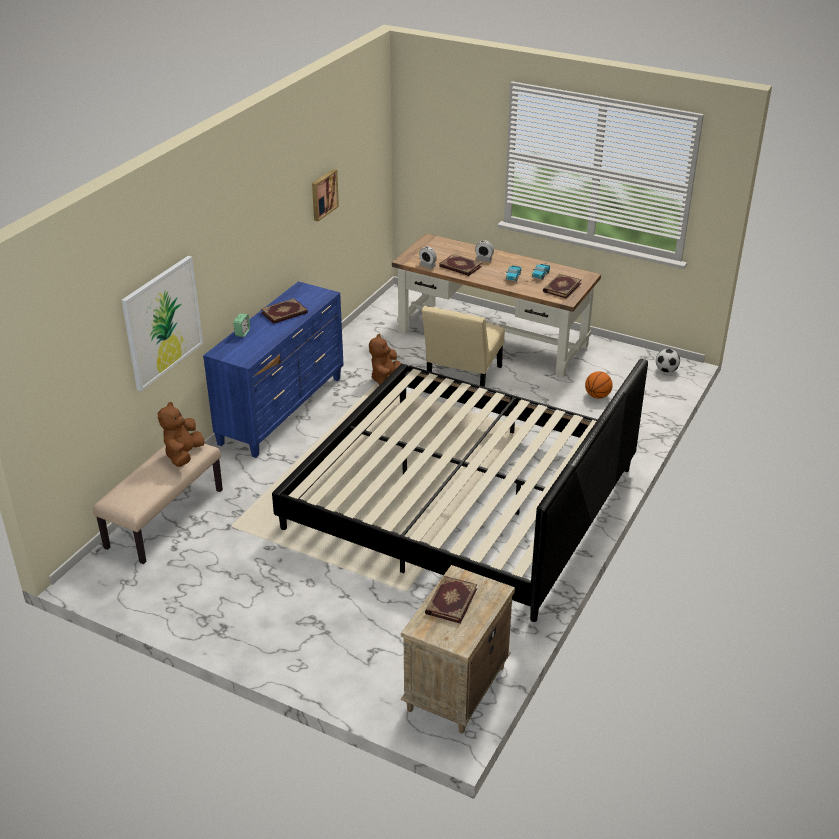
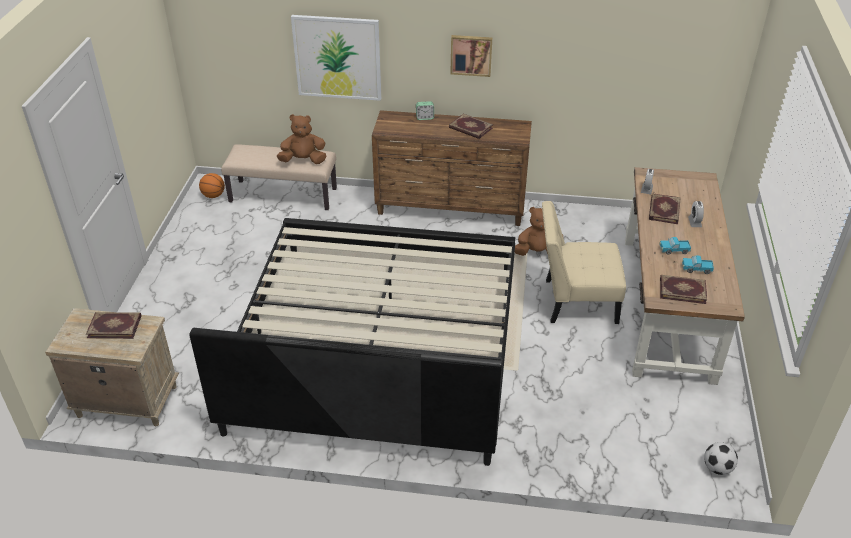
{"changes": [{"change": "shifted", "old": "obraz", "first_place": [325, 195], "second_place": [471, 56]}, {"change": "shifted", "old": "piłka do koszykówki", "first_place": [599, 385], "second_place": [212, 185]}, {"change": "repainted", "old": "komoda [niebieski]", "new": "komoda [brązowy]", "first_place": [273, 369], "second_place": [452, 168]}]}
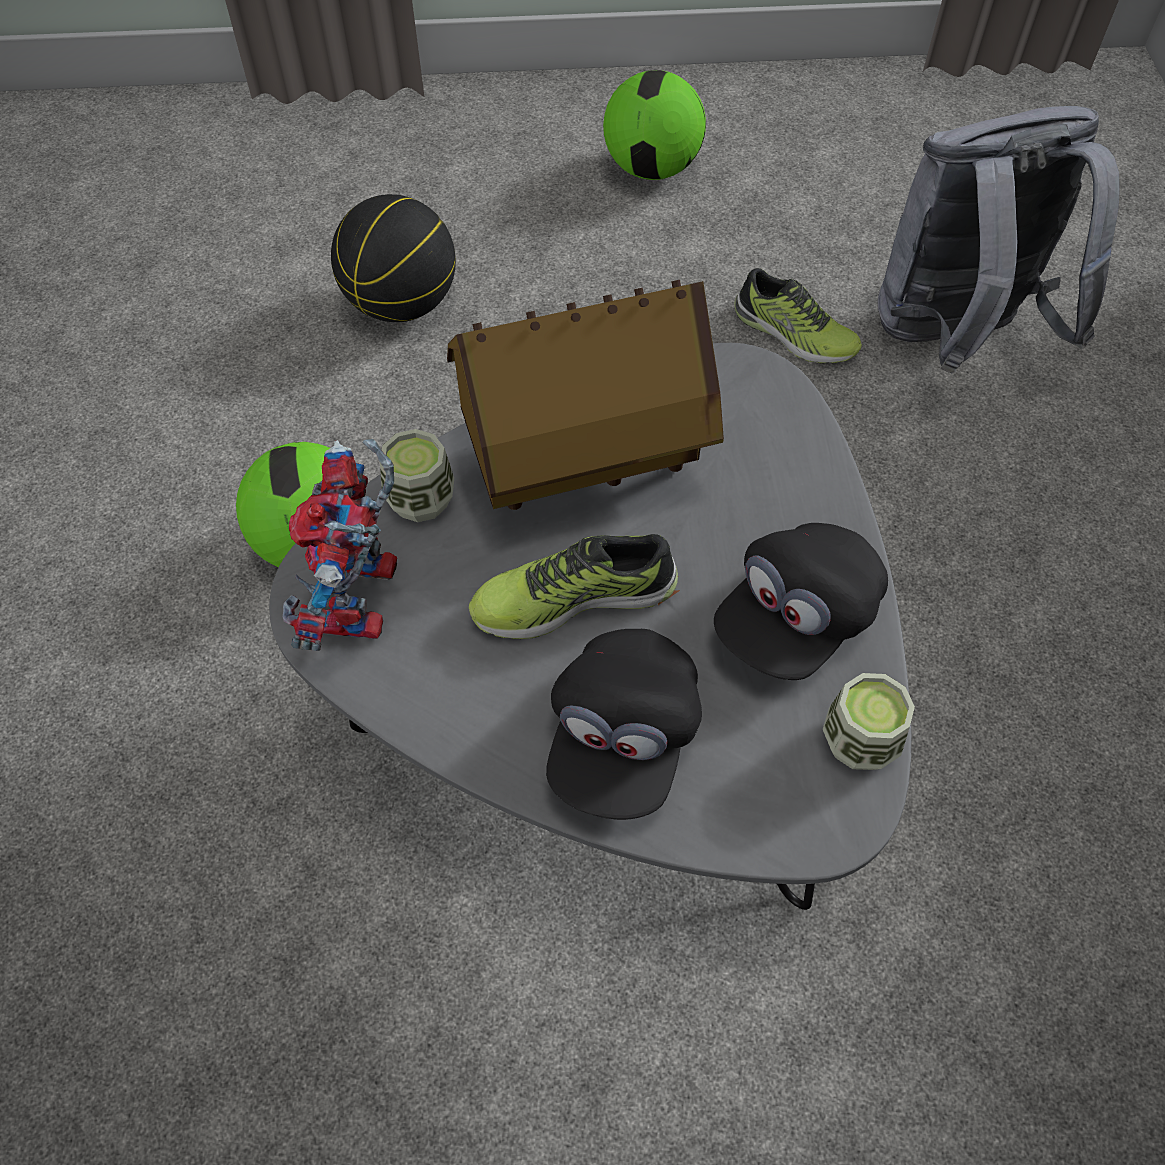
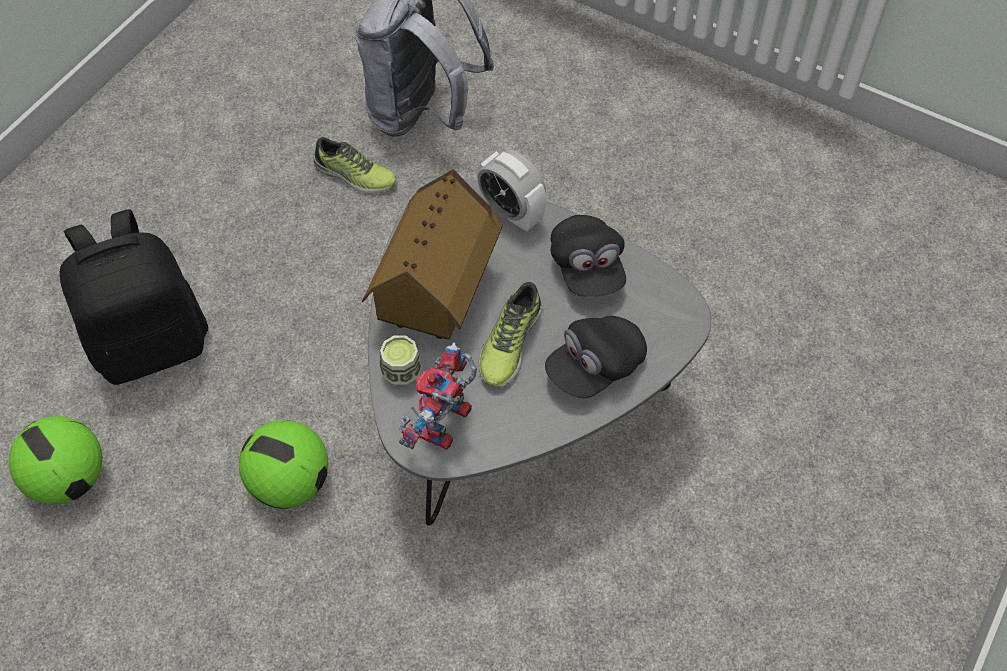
{"changes": [{"change": "gone", "old": "filiżanka", "first_place": [869, 721]}, {"change": "new", "new": "budzik", "second_place": [511, 191]}, {"change": "shifted", "old": "piłka futbolowa", "first_place": [654, 125], "second_place": [55, 460]}, {"change": "swapped", "old": "piłka do koszykówki", "new": "plecak [czarny]", "first_place": [393, 258], "second_place": [134, 297]}, {"change": "rotated", "old": "robot zabawkowy", "first_place": [340, 545], "second_place": [438, 395], "degrees": 75}, {"change": "rotated", "old": "czapka z daszkiem [czarny]", "first_place": [624, 724], "second_place": [596, 357], "degrees": 90}, {"change": "rotated", "old": "but", "first_place": [798, 315], "second_place": [354, 165], "degrees": 45}]}
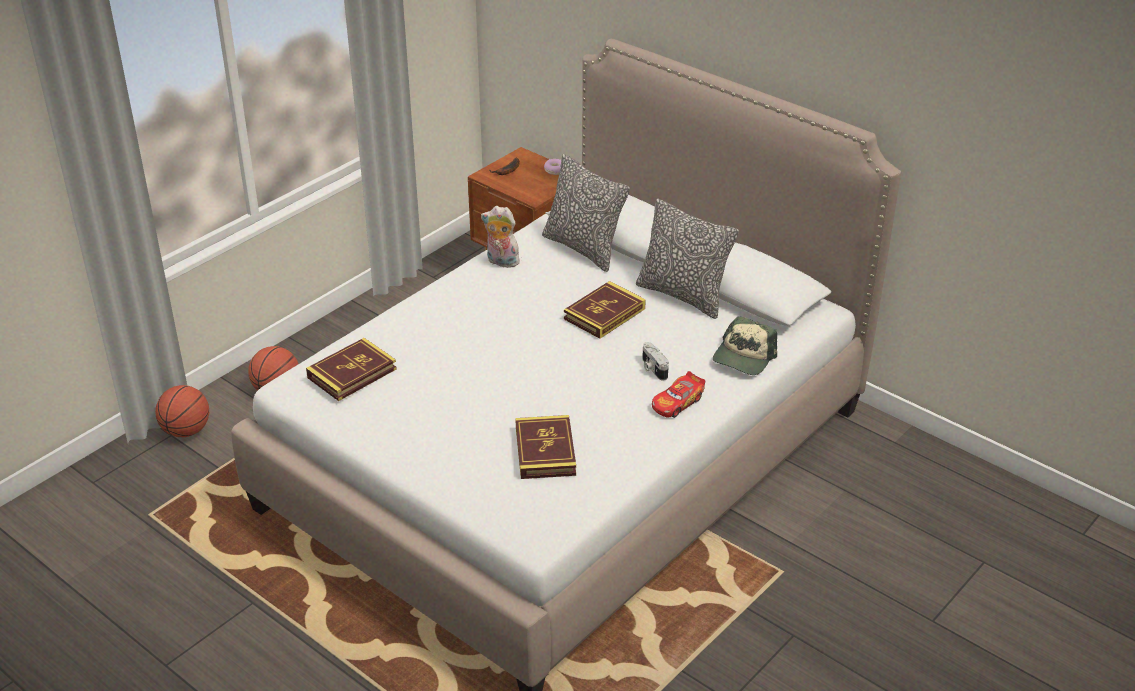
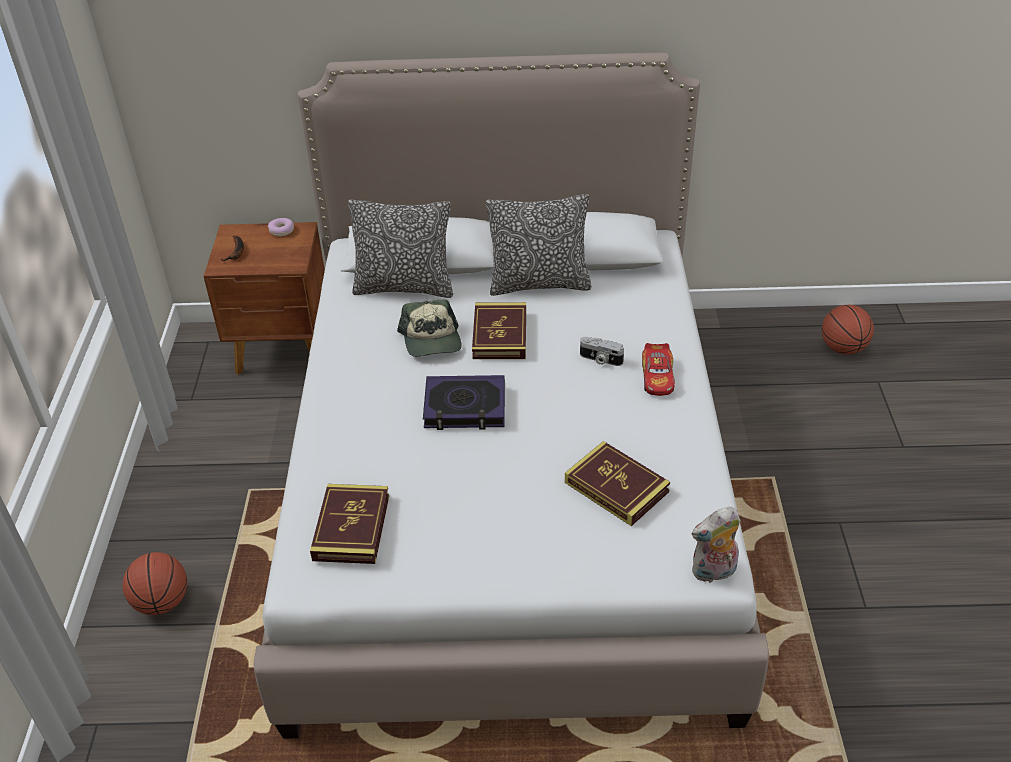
{"changes": [{"change": "new", "new": "książka", "second_place": [464, 402]}, {"change": "shifted", "old": "piłka do koszykówki", "first_place": [182, 411], "second_place": [848, 330]}, {"change": "shifted", "old": "pluszak", "first_place": [500, 237], "second_place": [716, 545]}, {"change": "shifted", "old": "czapka z daszkiem", "first_place": [745, 345], "second_place": [429, 328]}]}
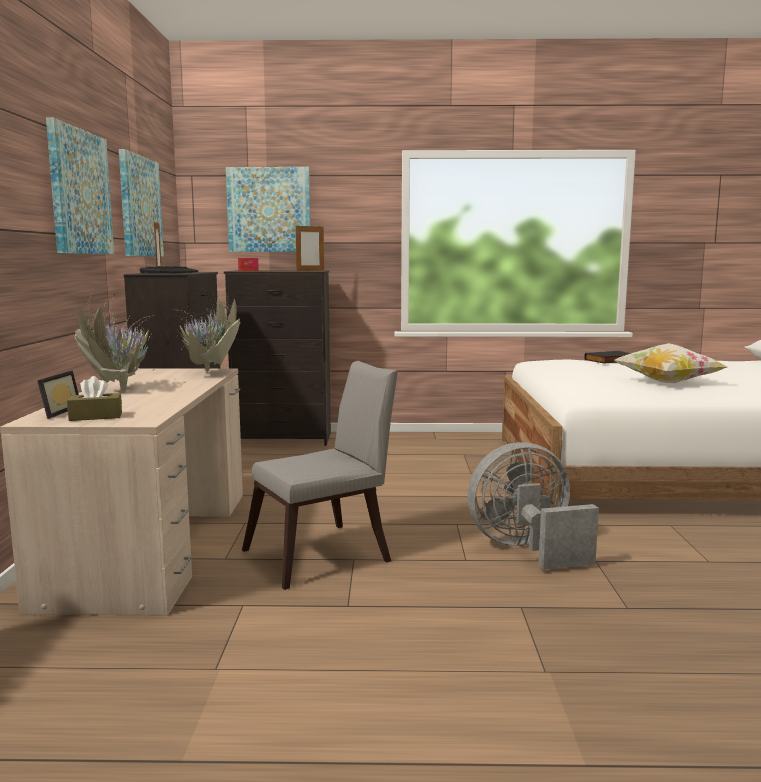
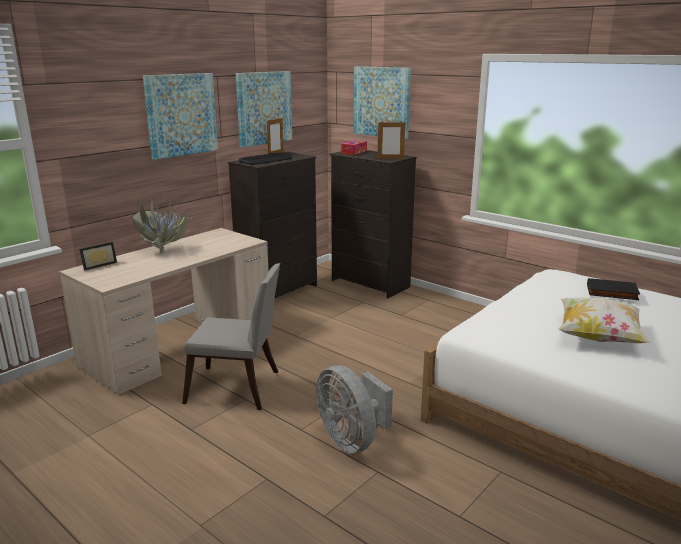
{"changes": [{"change": "gone", "old": "pudełko chusteczek [brązowy]", "first_place": [94, 398]}, {"change": "gone", "old": "roślina doniczkowa", "first_place": [196, 329]}, {"change": "rotated", "old": "wentylator [szary]", "first_place": [533, 506], "second_place": [354, 409], "degrees": -150}]}
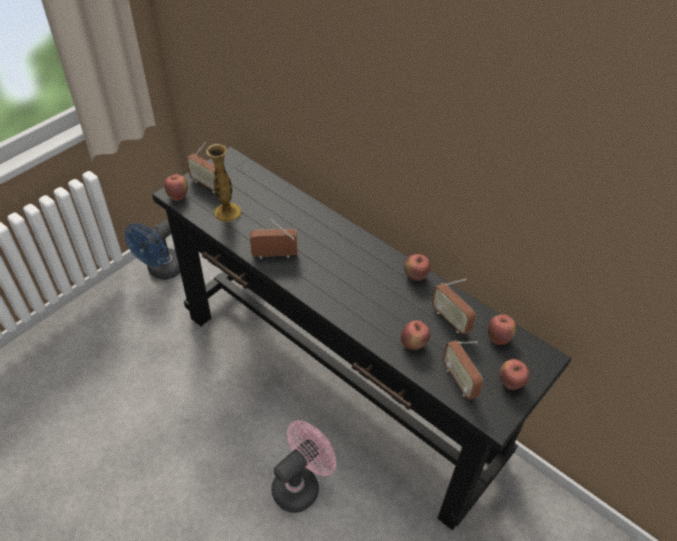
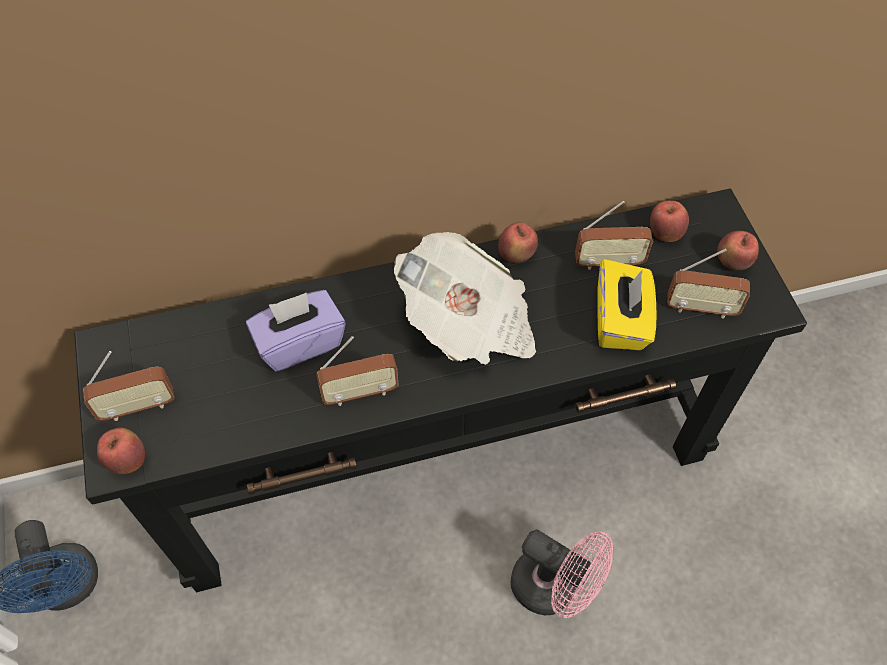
{"changes": [{"change": "gone", "old": "wazon", "first_place": [224, 183]}, {"change": "new", "new": "pudełko chusteczek [fioletowy]", "second_place": [296, 330]}, {"change": "new", "new": "gazeta", "second_place": [465, 298]}, {"change": "swapped", "old": "jabłko", "new": "pudełko chusteczek [żółty]", "first_place": [415, 335], "second_place": [626, 304]}, {"change": "rotated", "old": "radio", "first_place": [273, 239], "second_place": [357, 371], "degrees": -135}, {"change": "rotated", "old": "wentylator [różowy]", "first_place": [303, 466], "second_place": [562, 573], "degrees": 135}]}
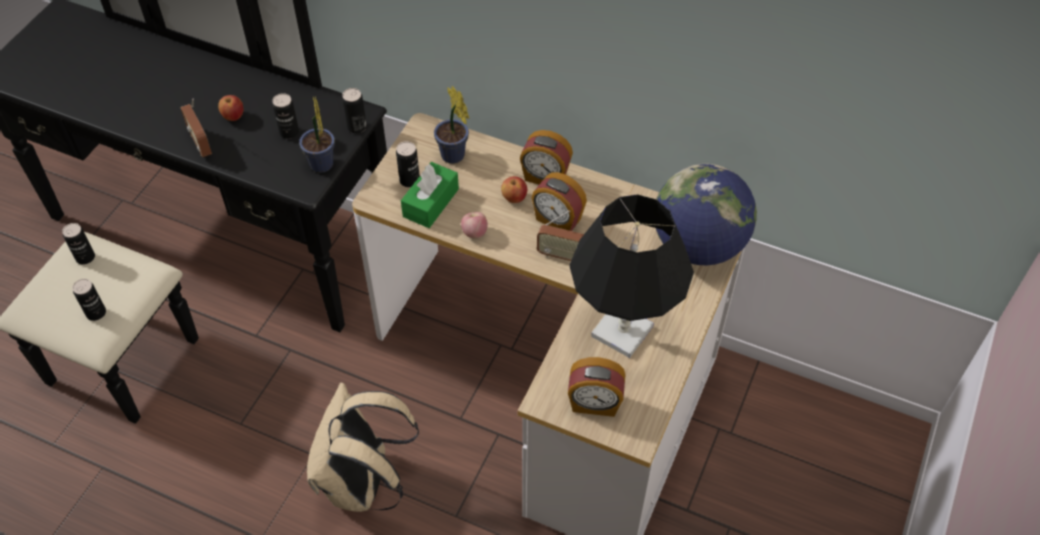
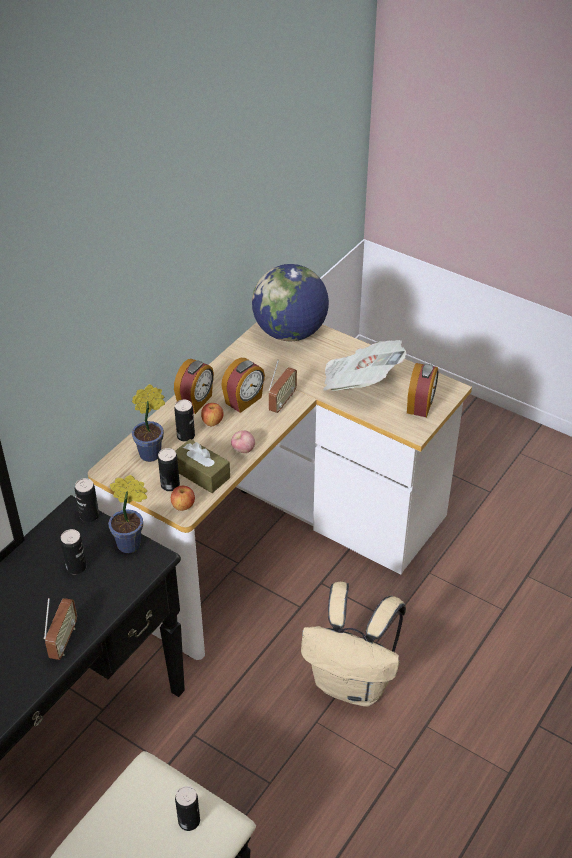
{"changes": [{"change": "shifted", "old": "puszka", "first_place": [78, 244], "second_place": [184, 421]}, {"change": "shifted", "old": "jabłko", "first_place": [230, 108], "second_place": [183, 498]}, {"change": "swapped", "old": "lampa stołowa [czarny]", "new": "gazeta", "first_place": [631, 276], "second_place": [364, 365]}, {"change": "repainted", "old": "pudełko chusteczek [zielony]", "new": "pudełko chusteczek [brązowy]", "first_place": [430, 195], "second_place": [202, 466]}, {"change": "rotated", "old": "radio", "first_place": [196, 128], "second_place": [60, 629], "degrees": -60}]}
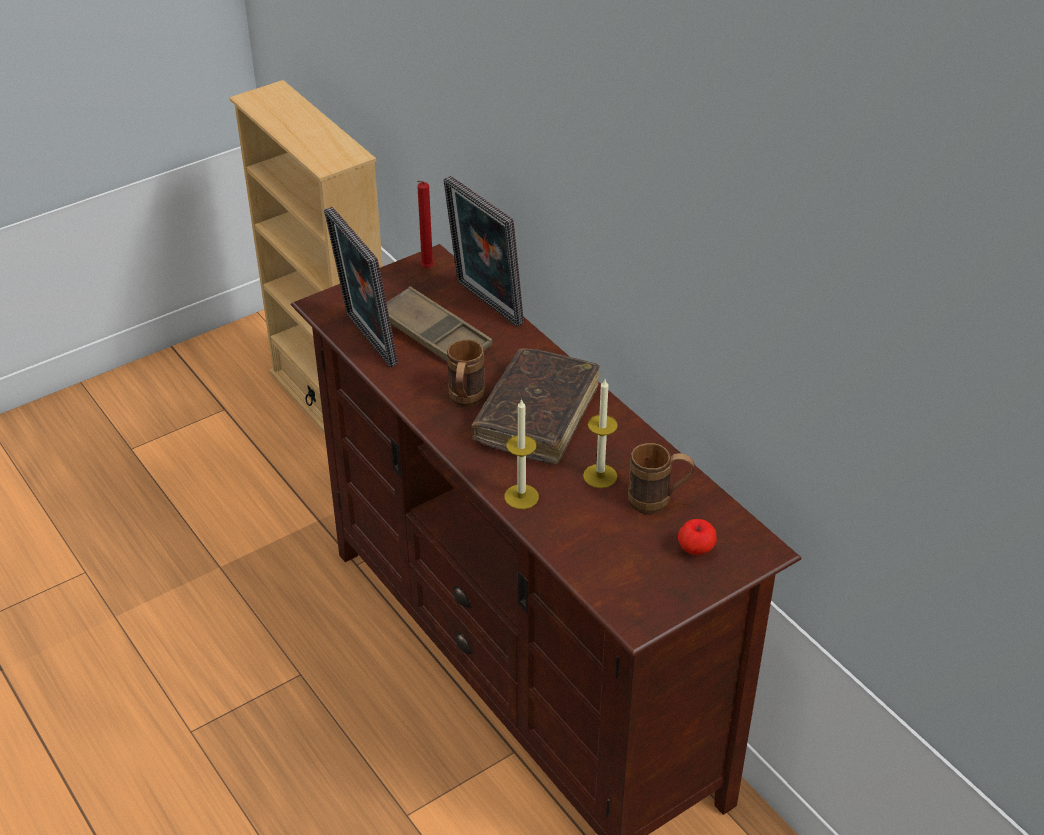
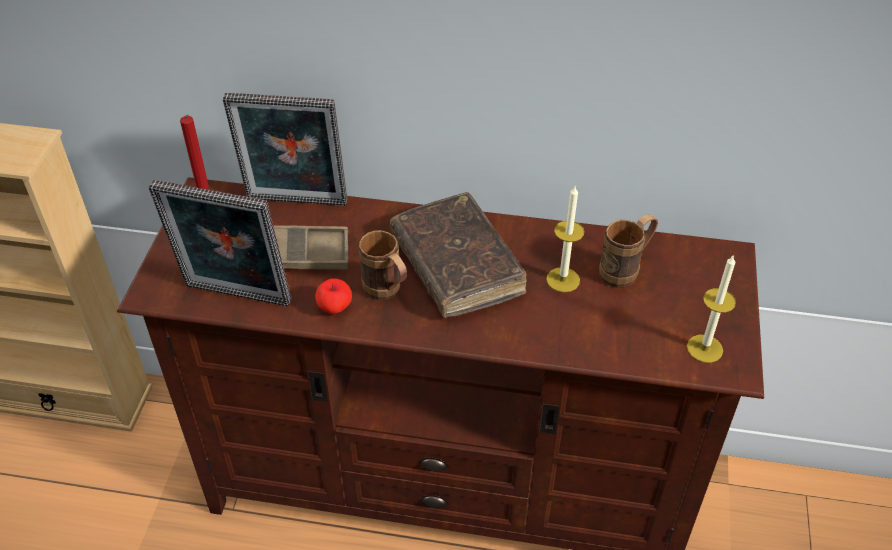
{"changes": [{"change": "shifted", "old": "świeca", "first_place": [521, 453], "second_place": [711, 308]}, {"change": "shifted", "old": "jabłko", "first_place": [697, 537], "second_place": [333, 296]}]}
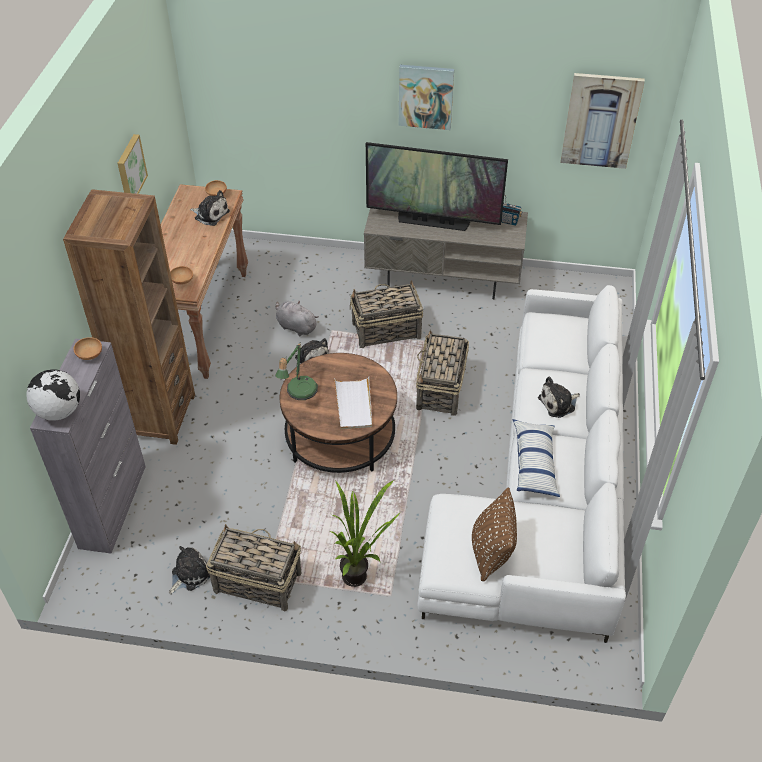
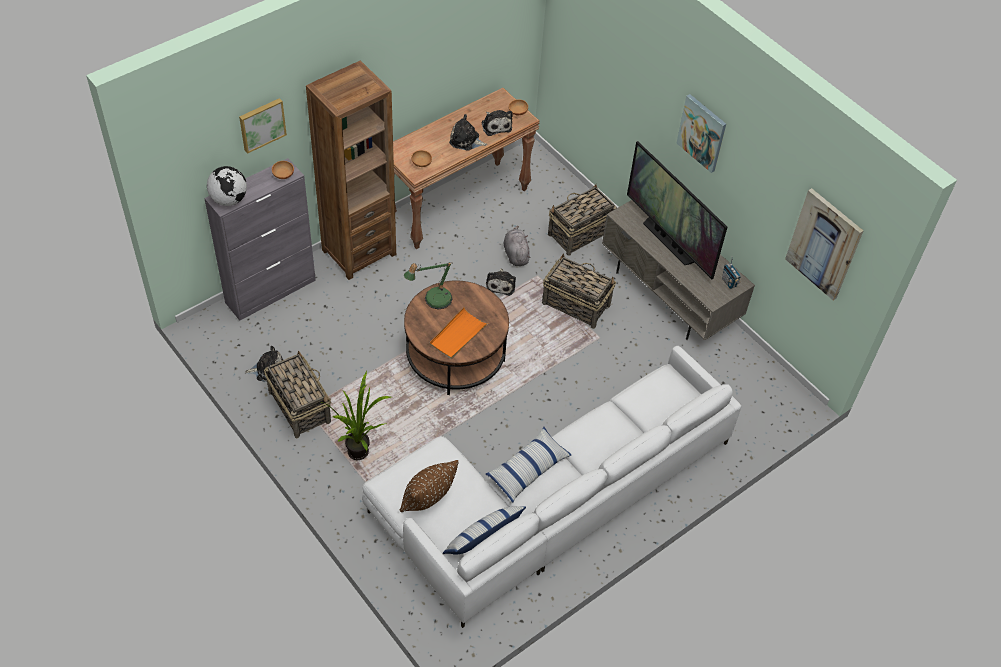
{"changes": [{"change": "new", "new": "poduszka", "second_place": [484, 530]}, {"change": "shifted", "old": "obraz", "first_place": [132, 164], "second_place": [263, 126]}, {"change": "shifted", "old": "koszyk", "first_place": [442, 373], "second_place": [582, 219]}, {"change": "shifted", "old": "pluszak", "first_place": [559, 397], "second_place": [468, 132]}, {"change": "repainted", "old": "taca [biały]", "new": "taca [pomarańczowy]", "first_place": [353, 403], "second_place": [458, 333]}]}
